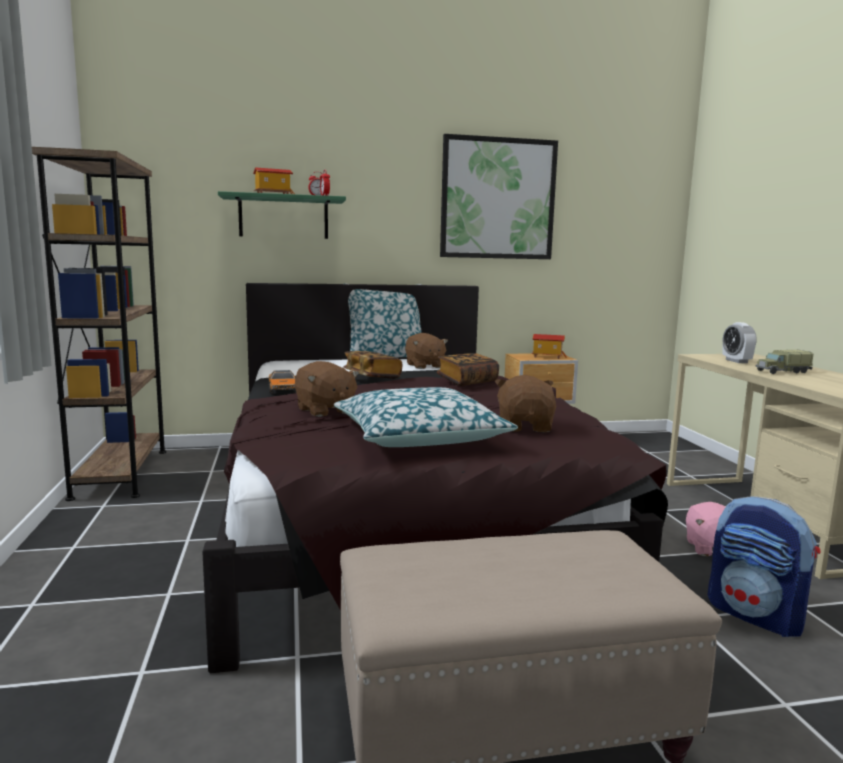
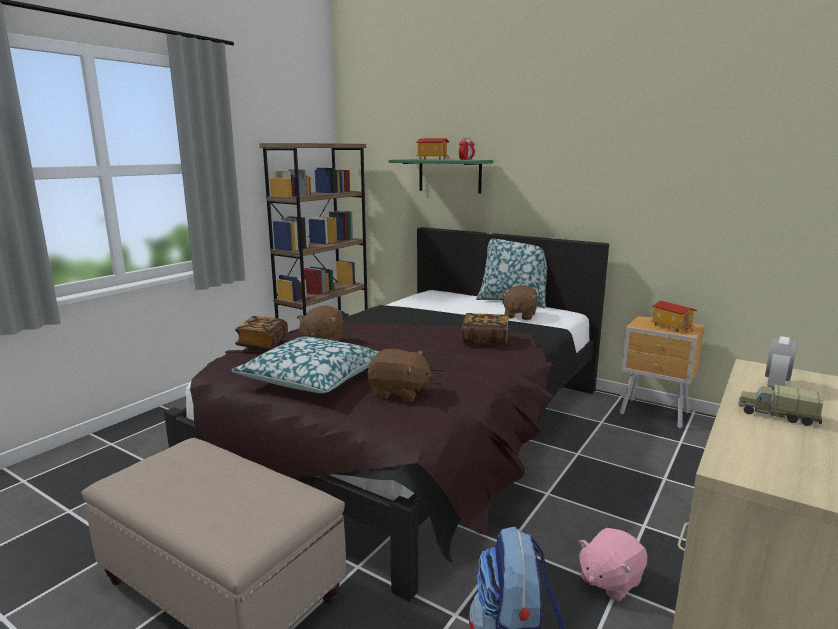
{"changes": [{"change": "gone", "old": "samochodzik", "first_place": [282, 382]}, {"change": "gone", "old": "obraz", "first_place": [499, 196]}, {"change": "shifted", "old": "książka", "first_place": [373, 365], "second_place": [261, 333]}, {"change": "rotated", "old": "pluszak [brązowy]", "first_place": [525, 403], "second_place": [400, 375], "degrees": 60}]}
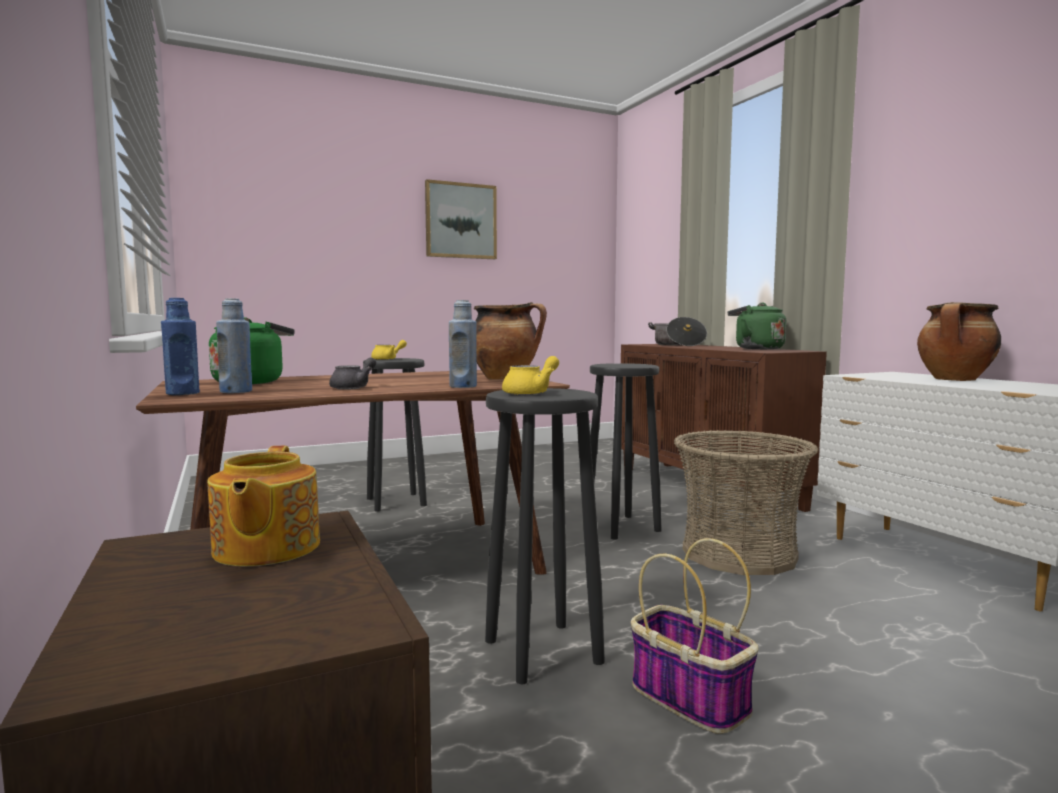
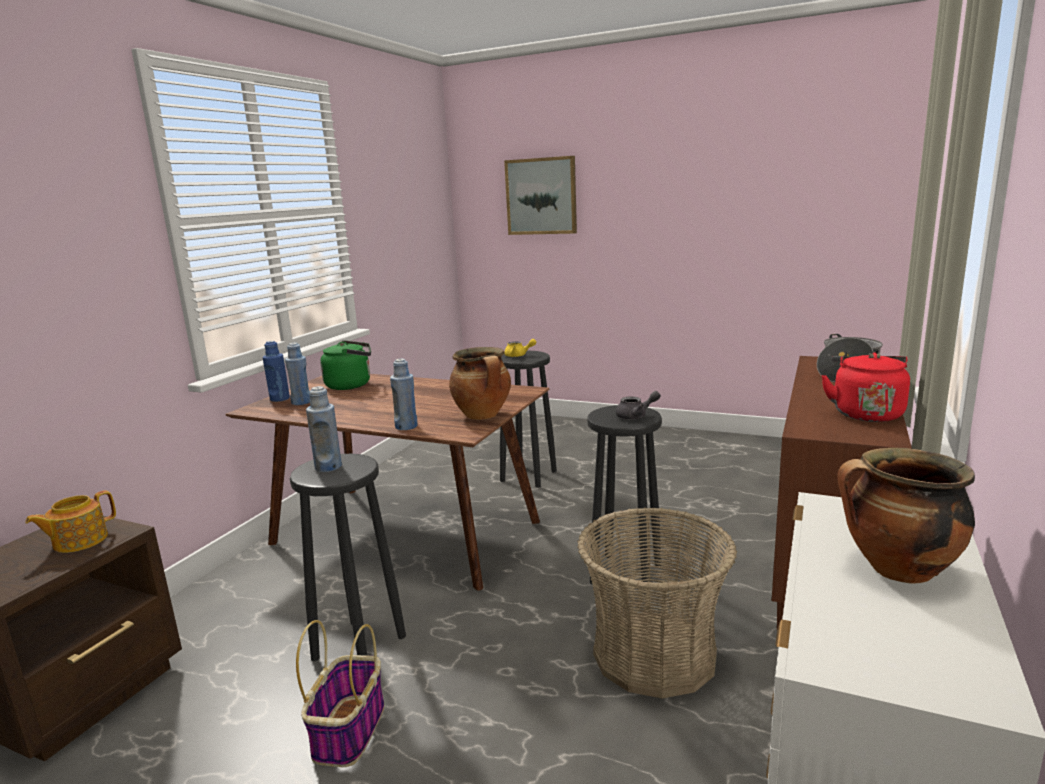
{"changes": [{"change": "shifted", "old": "imbryk [szary]", "first_place": [352, 374], "second_place": [638, 405]}, {"change": "shifted", "old": "obraz", "first_place": [461, 219], "second_place": [540, 195]}, {"change": "swapped", "old": "imbryk [żółty]", "new": "butelka [niebieski]", "first_place": [530, 375], "second_place": [324, 429]}, {"change": "repainted", "old": "czajnik [zielony]", "new": "czajnik [czerwony]", "first_place": [757, 326], "second_place": [865, 387]}]}
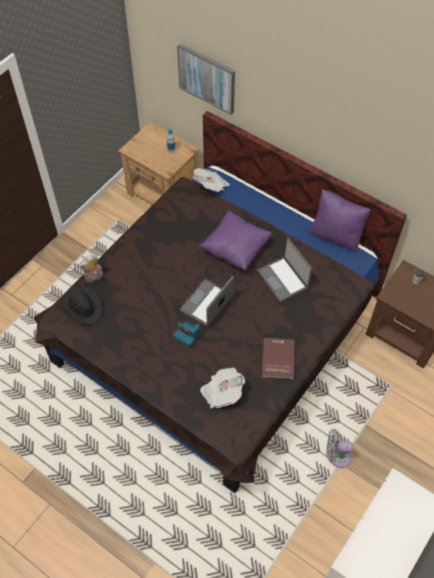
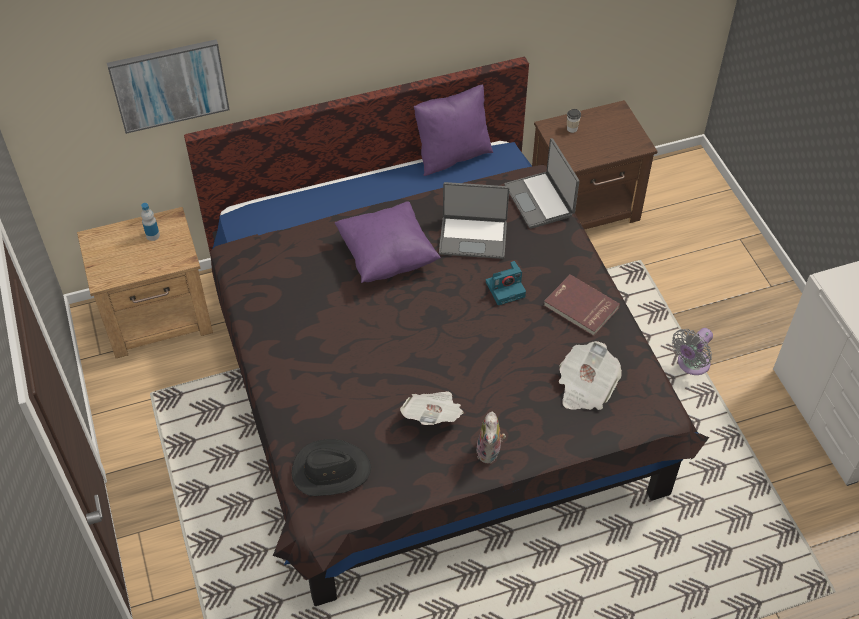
{"changes": [{"change": "shifted", "old": "pluszak", "first_place": [90, 268], "second_place": [491, 437]}, {"change": "shifted", "old": "aparat fotograficzny", "first_place": [187, 334], "second_place": [506, 283]}, {"change": "shifted", "old": "laptop", "first_place": [207, 301], "second_place": [542, 183]}, {"change": "shifted", "old": "gazeta", "first_place": [211, 180], "second_place": [432, 408]}]}
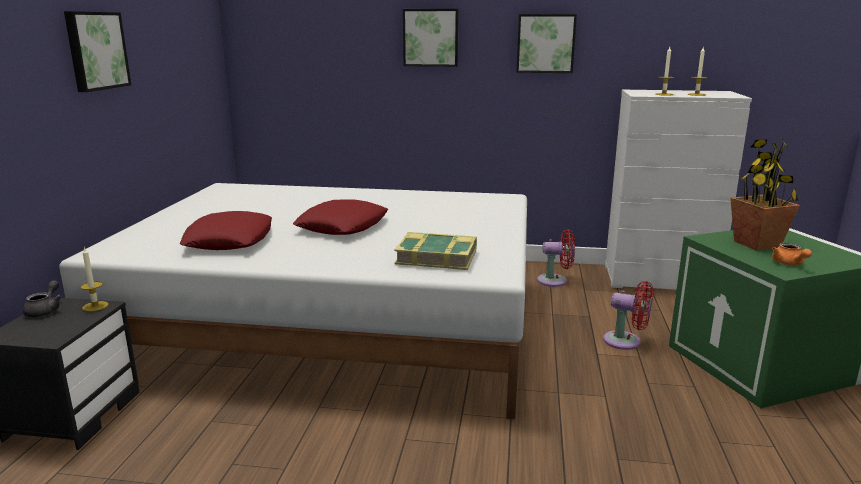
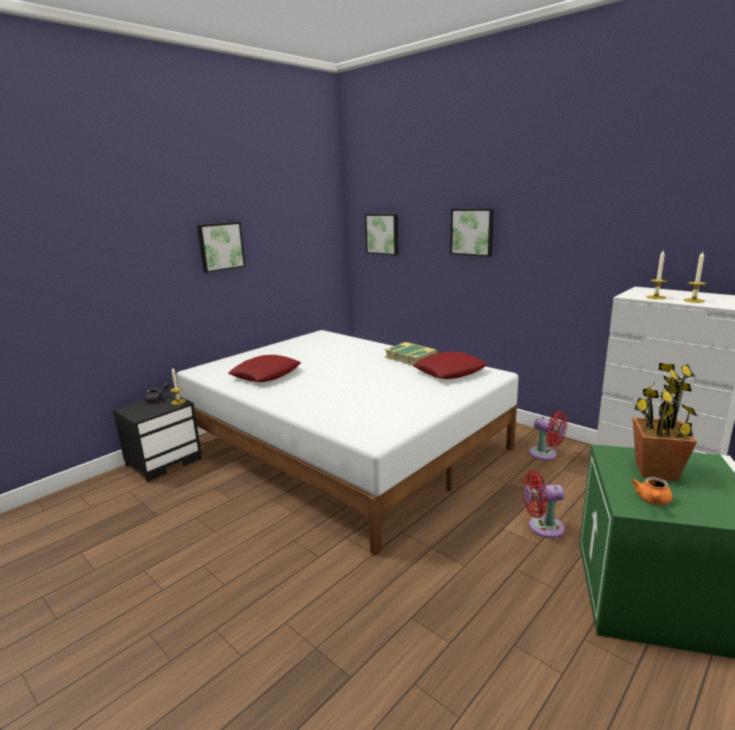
{"changes": [{"change": "shifted", "old": "poduszka [czerwony]", "first_place": [340, 217], "second_place": [449, 365]}, {"change": "shifted", "old": "książka", "first_place": [435, 251], "second_place": [411, 353]}, {"change": "shifted", "old": "obraz", "first_place": [546, 43], "second_place": [382, 235]}, {"change": "rotated", "old": "wentylator [czerwony]", "first_place": [628, 315], "second_place": [544, 504], "degrees": 120}]}
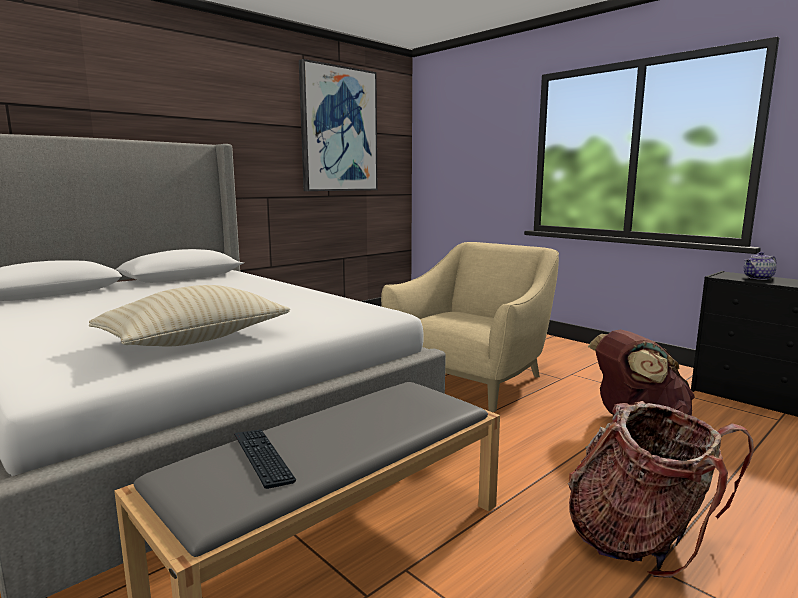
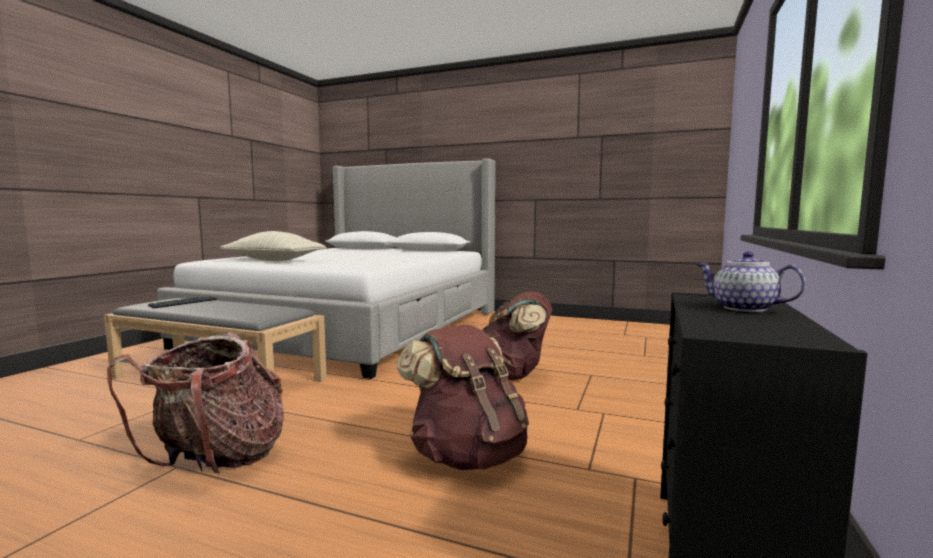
{"changes": [{"change": "gone", "old": "obraz", "first_place": [338, 125]}, {"change": "swapped", "old": "fotel [beżowy]", "new": "plecak [brązowy]", "first_place": [470, 327], "second_place": [517, 336]}]}
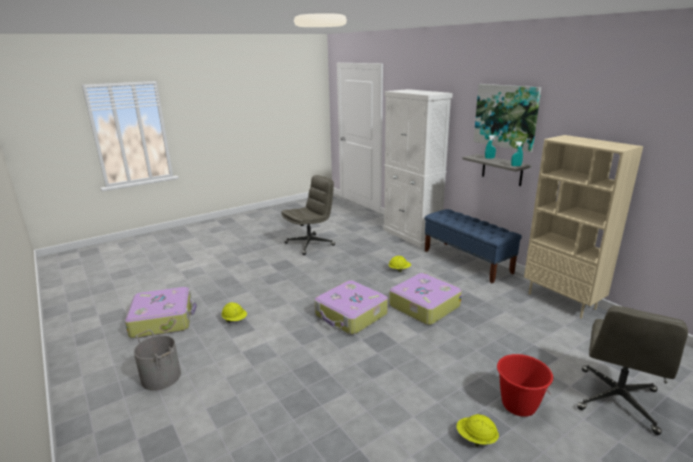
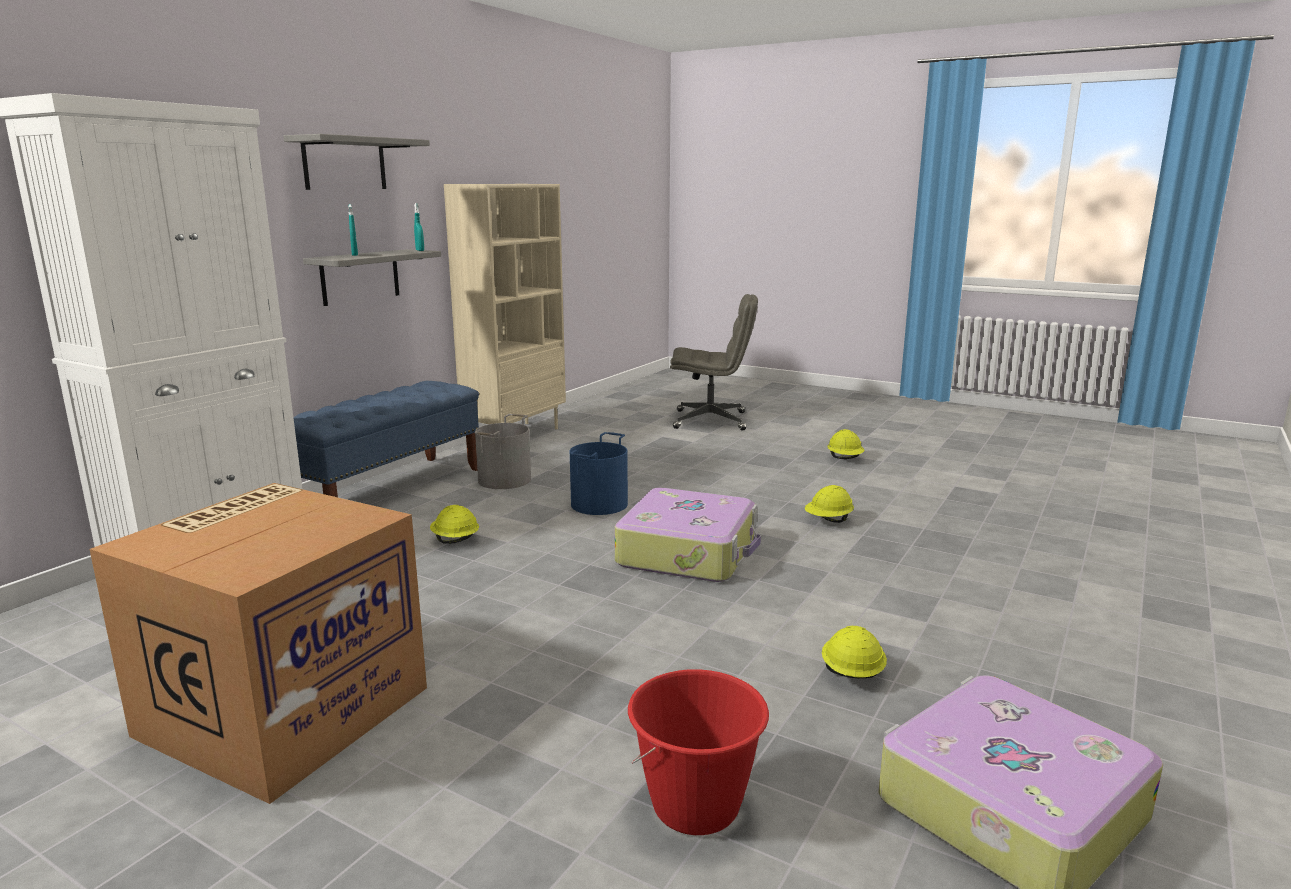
{"changes": [{"change": "new", "new": "kask [żółty]", "second_place": [829, 504]}, {"change": "shifted", "old": "wiadro [szary]", "first_place": [157, 360], "second_place": [503, 451]}, {"change": "shifted", "old": "wiadro [czerwony]", "first_place": [525, 385], "second_place": [698, 752]}, {"change": "swapped", "old": "krzesło biurowe [szary]", "new": "karton", "first_place": [308, 215], "second_place": [258, 643]}, {"change": "swapped", "old": "walizka", "new": "wiadro [niebieski]", "first_place": [425, 299], "second_place": [599, 473]}, {"change": "swapped", "old": "obraz", "new": "półka [szary]", "first_place": [507, 118], "second_place": [356, 162]}]}
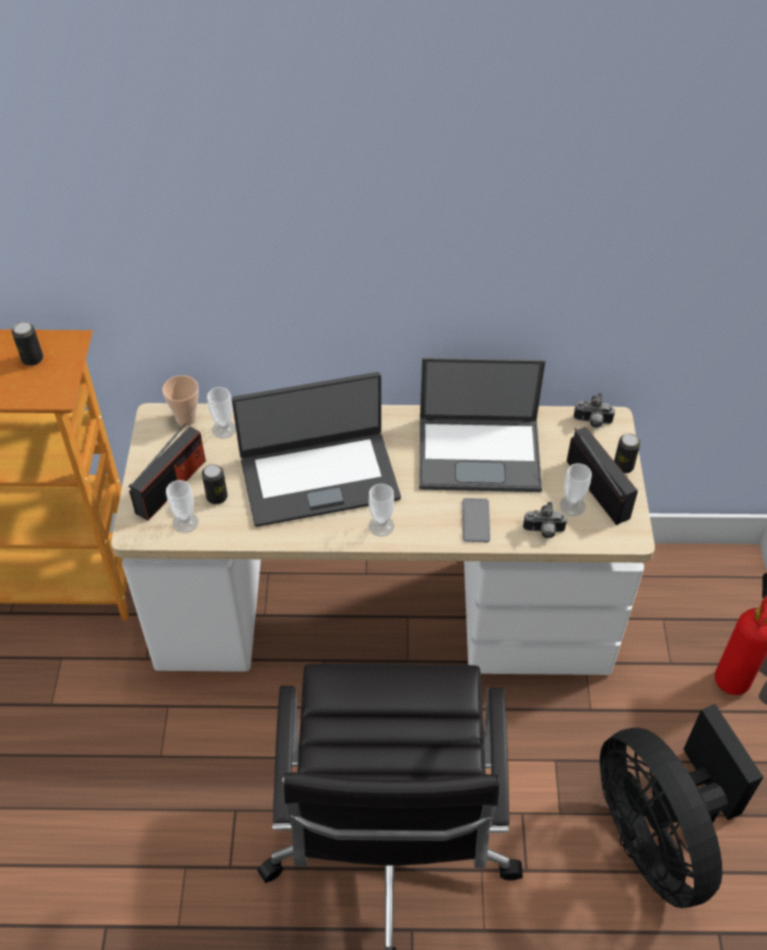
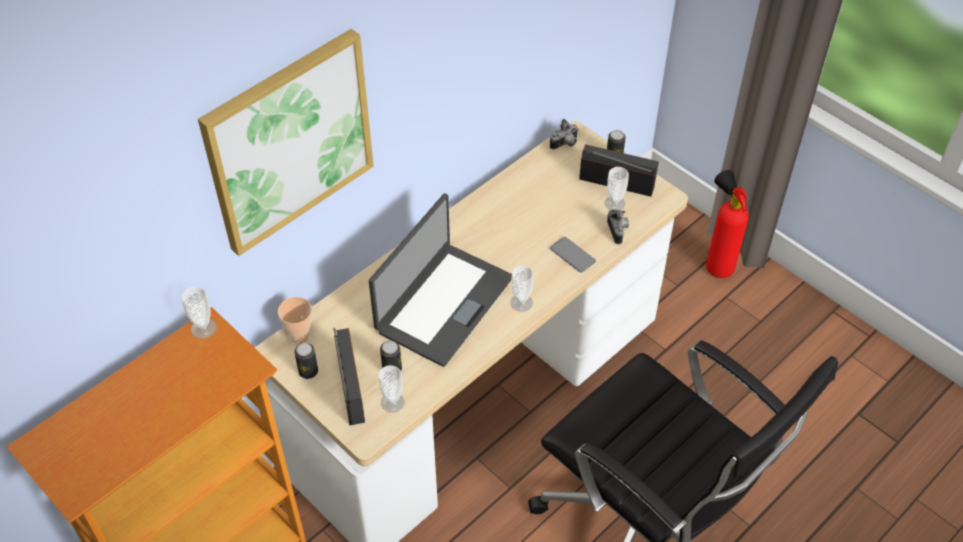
{"changes": [{"change": "gone", "old": "laptop", "first_place": [482, 425]}, {"change": "gone", "old": "wentylator [czarny]", "first_place": [681, 806]}, {"change": "new", "new": "obraz", "second_place": [286, 142]}, {"change": "shifted", "old": "puszka", "first_place": [27, 344], "second_place": [306, 361]}, {"change": "shifted", "old": "filiżanka", "first_place": [221, 413], "second_place": [199, 313]}, {"change": "rotated", "old": "aparat fotograficzny", "first_place": [545, 520], "second_place": [618, 226], "degrees": -60}]}
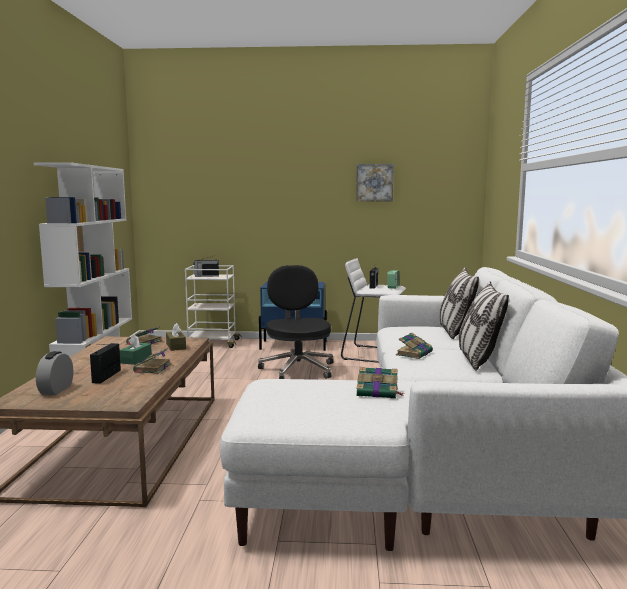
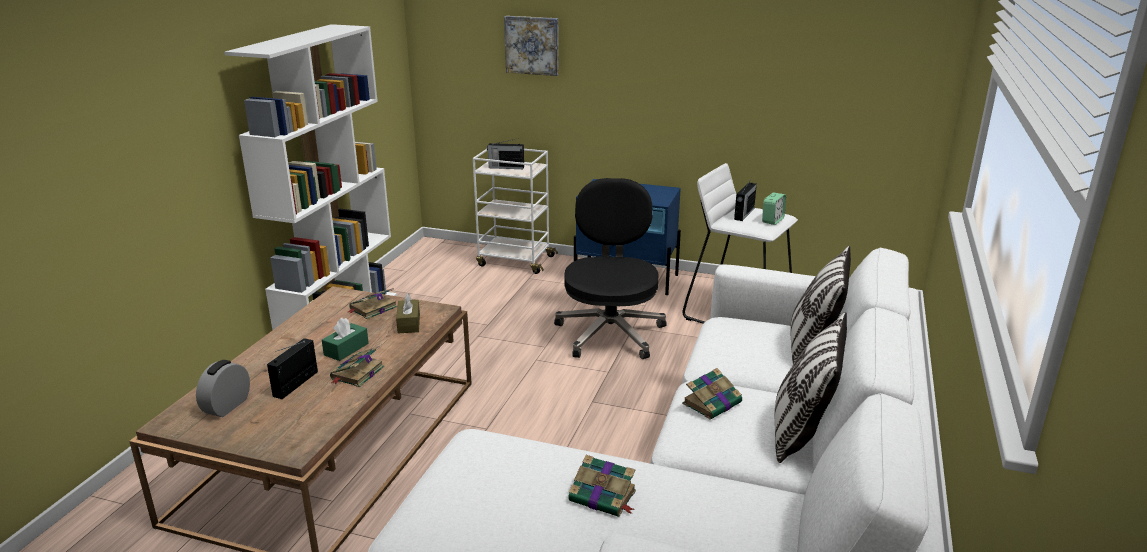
{"changes": [{"change": "shifted", "old": "obraz", "first_place": [375, 182], "second_place": [531, 46]}]}
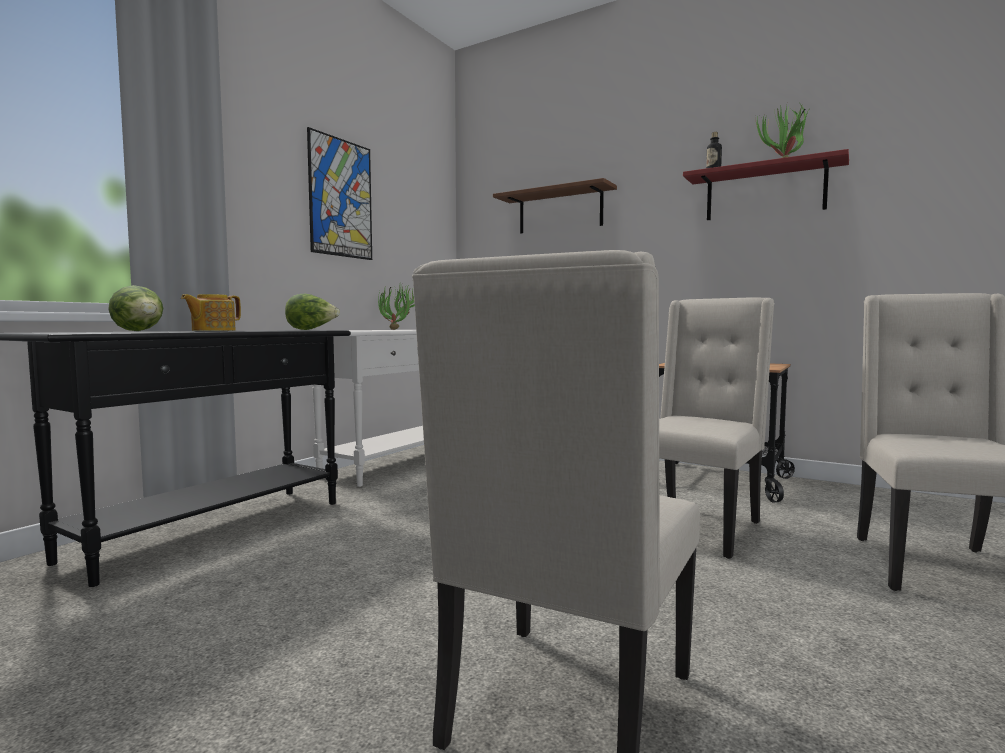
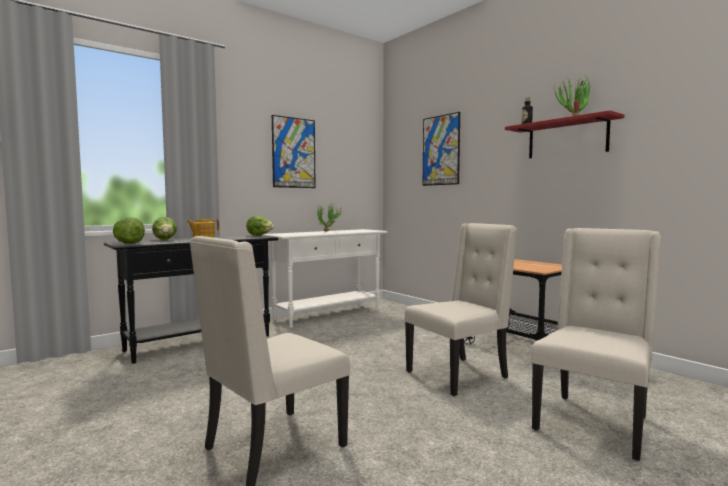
{"changes": [{"change": "new", "new": "sałata", "second_place": [129, 230]}, {"change": "swapped", "old": "półka [brązowy]", "new": "obraz", "first_place": [555, 206], "second_place": [441, 149]}]}
